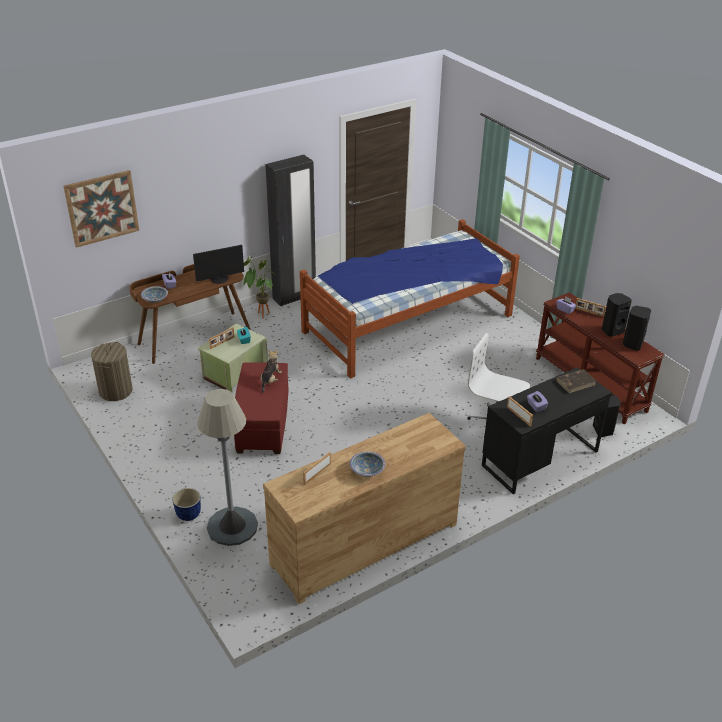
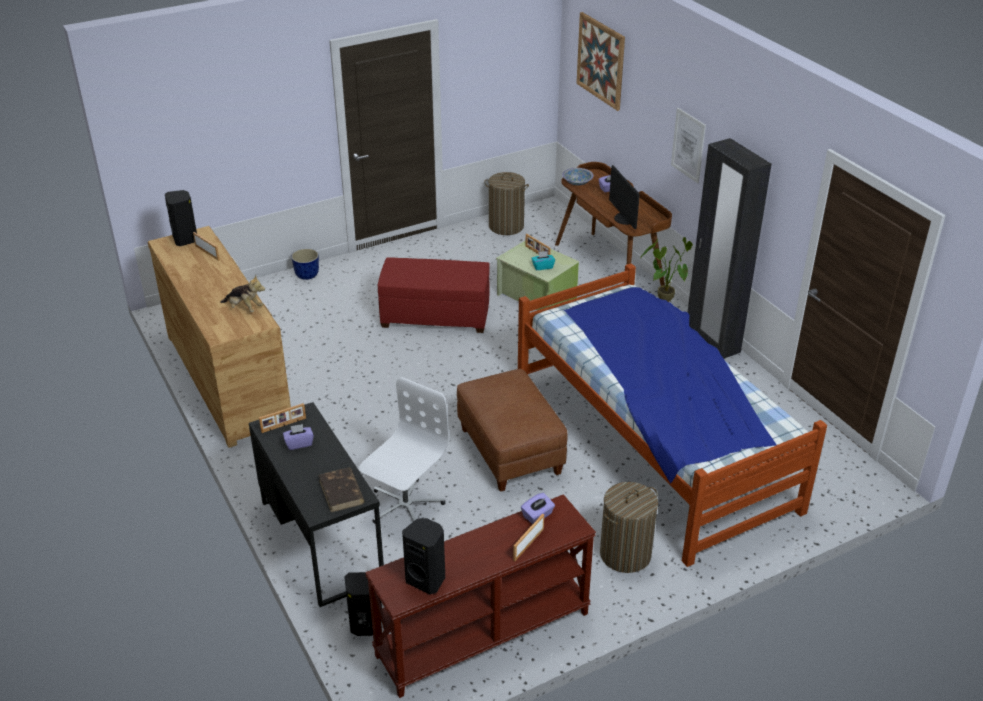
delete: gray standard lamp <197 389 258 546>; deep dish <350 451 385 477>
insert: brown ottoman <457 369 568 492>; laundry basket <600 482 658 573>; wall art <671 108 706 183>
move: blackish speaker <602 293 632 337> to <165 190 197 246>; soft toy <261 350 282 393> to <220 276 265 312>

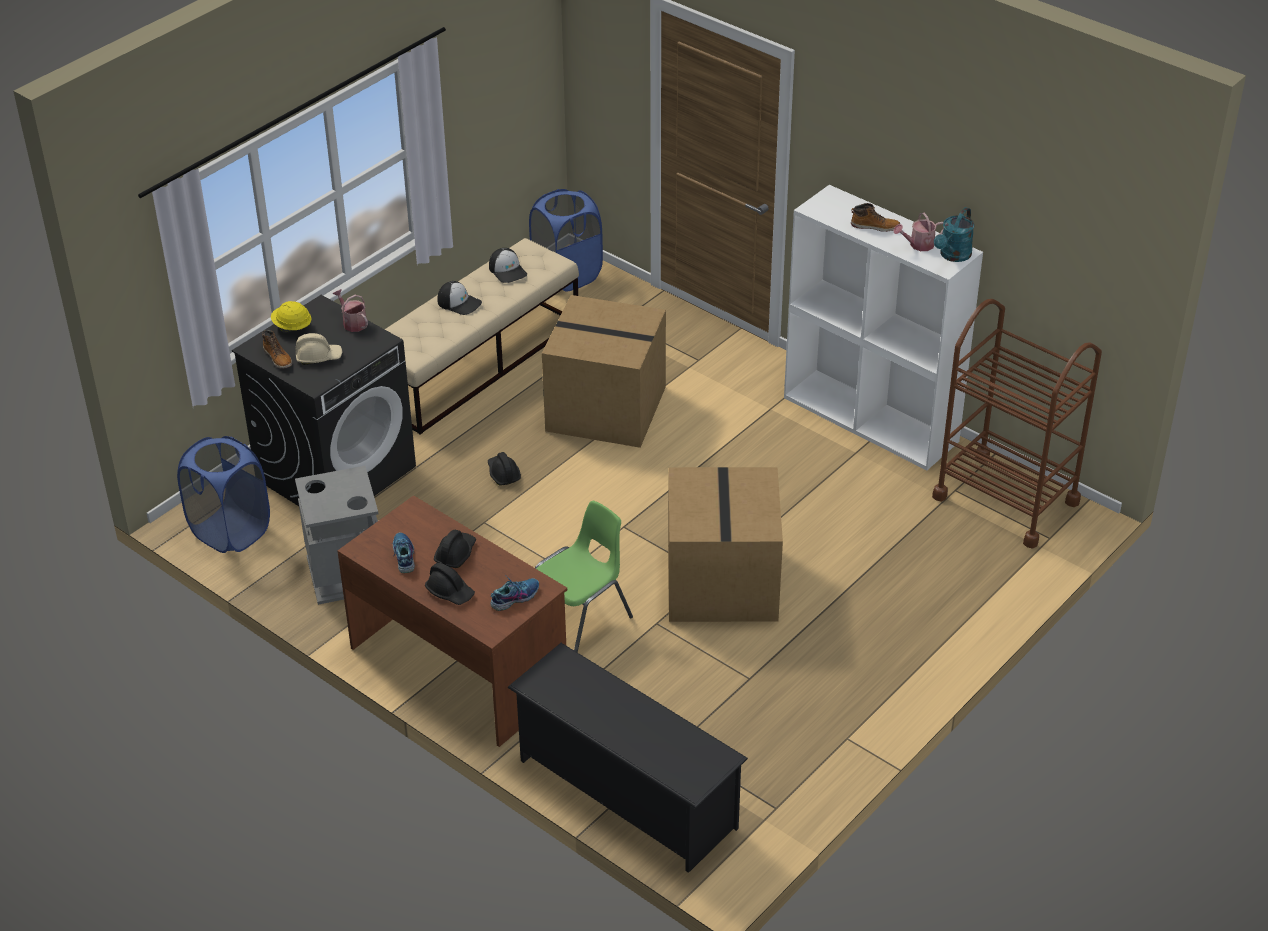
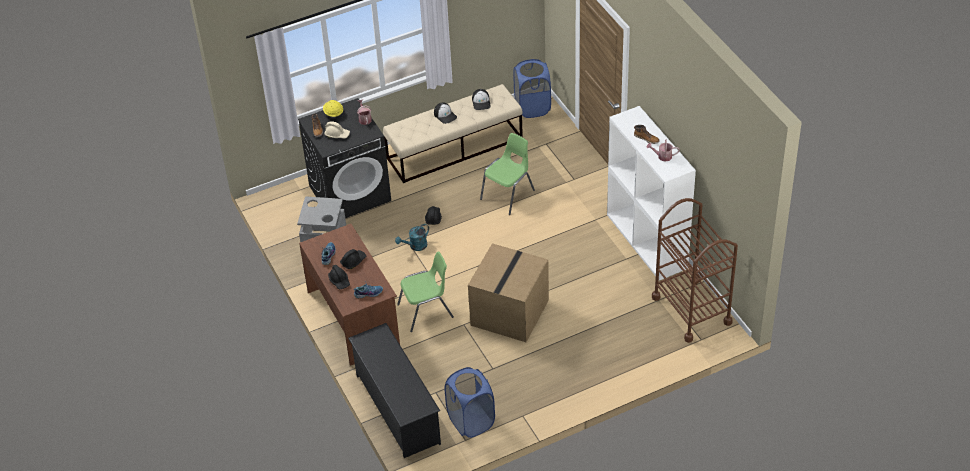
move: turquoise sprinkling can <934 207 974 262> to <395 224 429 251>; blue laundry basket <177 436 270 553> to <445 367 495 438>
replace: cardboard box <542 295 666 448> to green-coloured chair <480 133 535 215>

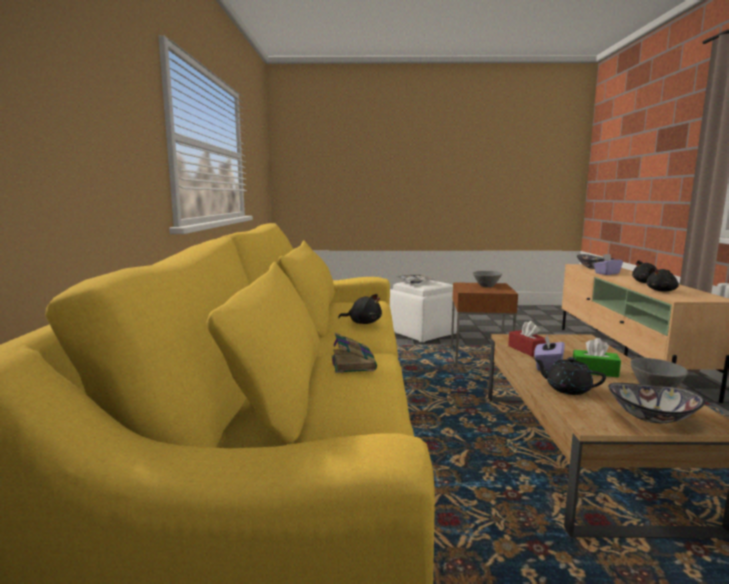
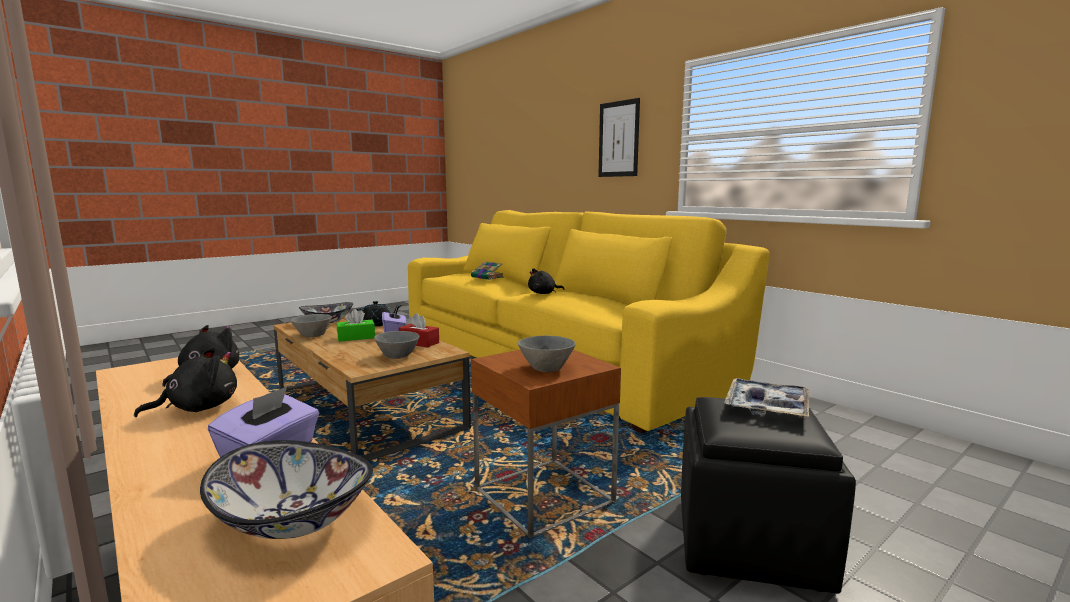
insert: gray deep dish <374 331 419 359>; wall art <598 98 640 177>
recolor: white ottoman <390 280 457 343> to blackish ottoman <681 397 856 593>

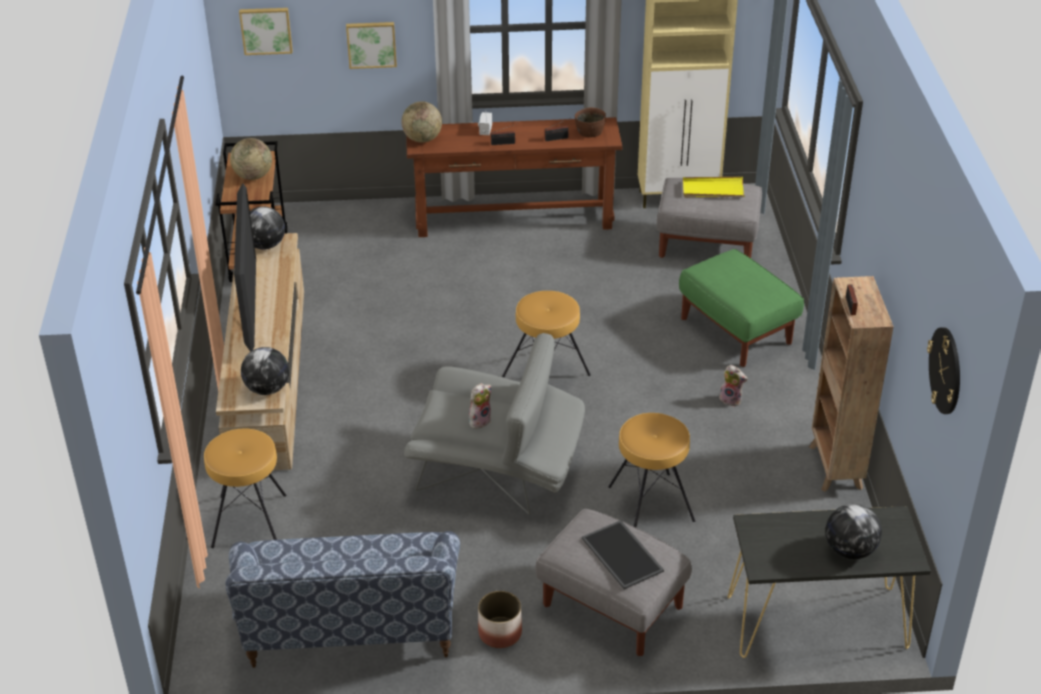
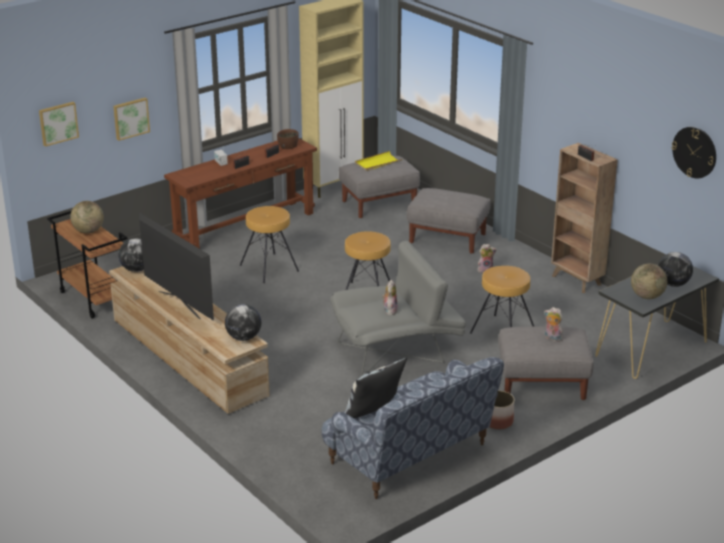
insert: pillow <345 358 407 418>
move: brown stool seat <204 428 287 548> to <240 206 299 283>; desk globe <401 101 442 143> to <631 264 667 299>
replace: serving tray <582 520 664 589> to soft toy <544 307 563 342>
recolor: green-coloured ottoman <679 249 804 367> to gray ottoman <407 188 491 254>

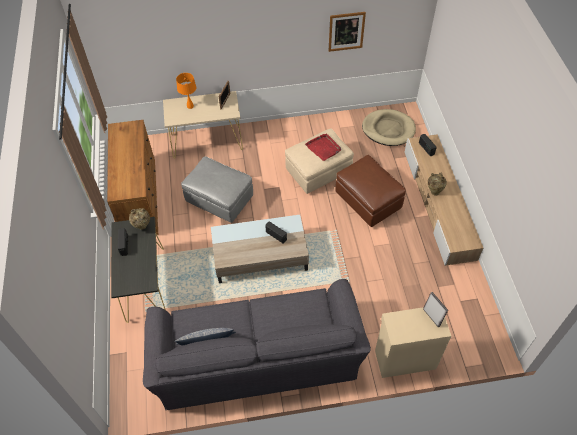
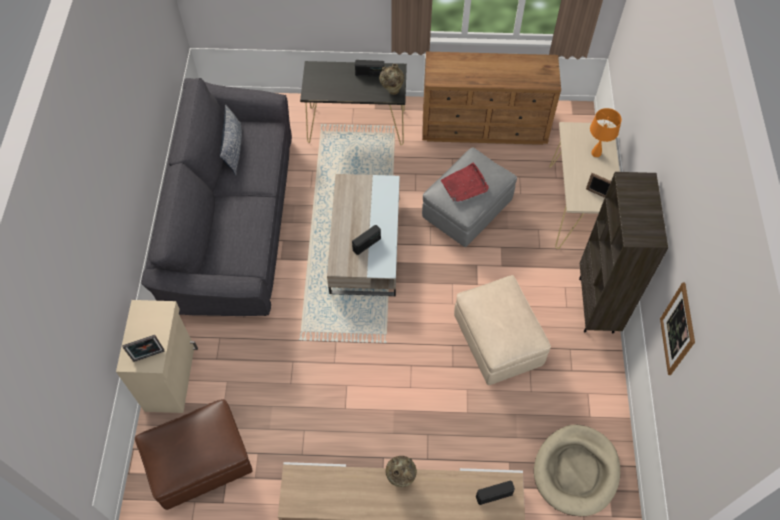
insert: brown bookcase <579 172 668 333>
move: brown ottoman <335 155 406 227> to <135 399 253 510>; reddish serving tray <305 134 341 161> to <441 163 489 202>

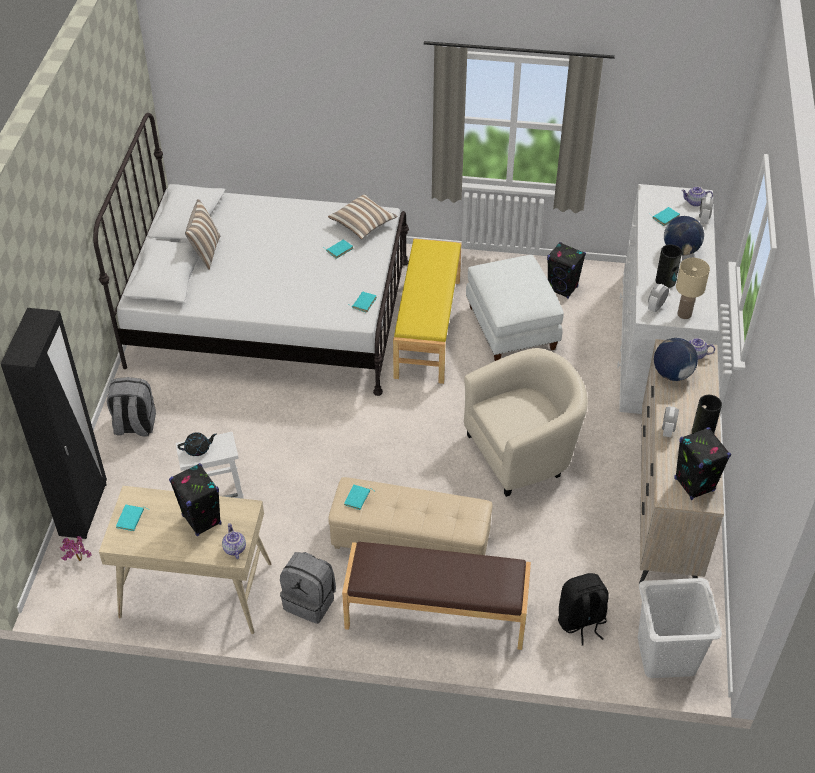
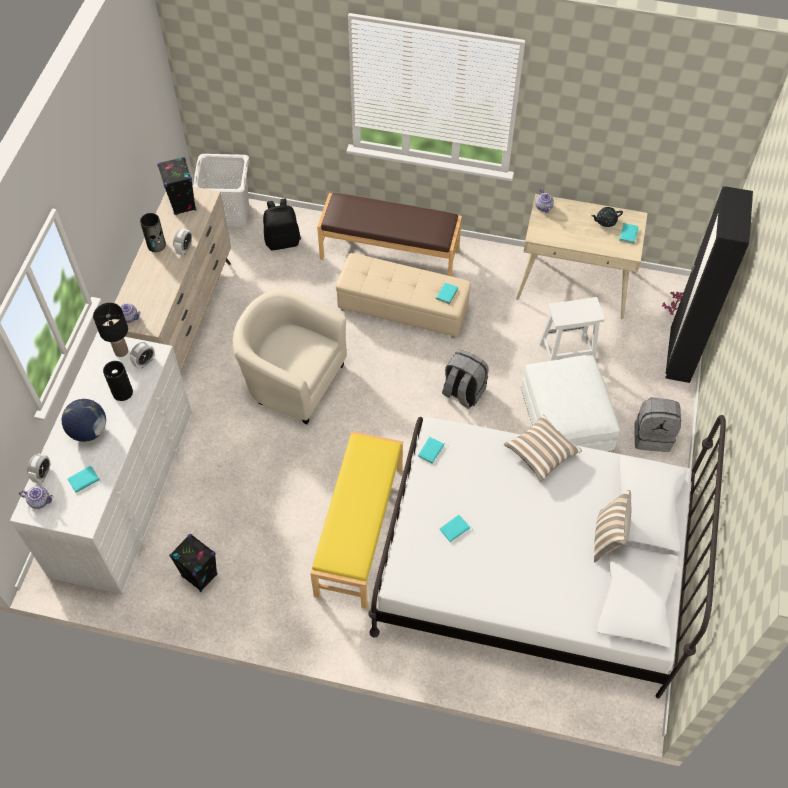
delete: blackish speaker <169 463 222 536>; desk globe <654 338 698 381>
move: gray backpack <280 552 336 624> to <442 350 489 409>; pillow <328 194 398 239> to <504 415 582 482>; white ottoman <466 255 564 361> to <520 354 620 452>; blackish pot for tea <178 432 217 456> to <592 207 623 227>
recolor: beige tabletop lamp <676 258 710 319> to blackish tabletop lamp <93 303 128 357>
rotate: beige easy chair <464 348 588 497> = <233 289 347 424> 45 degrees clockwise

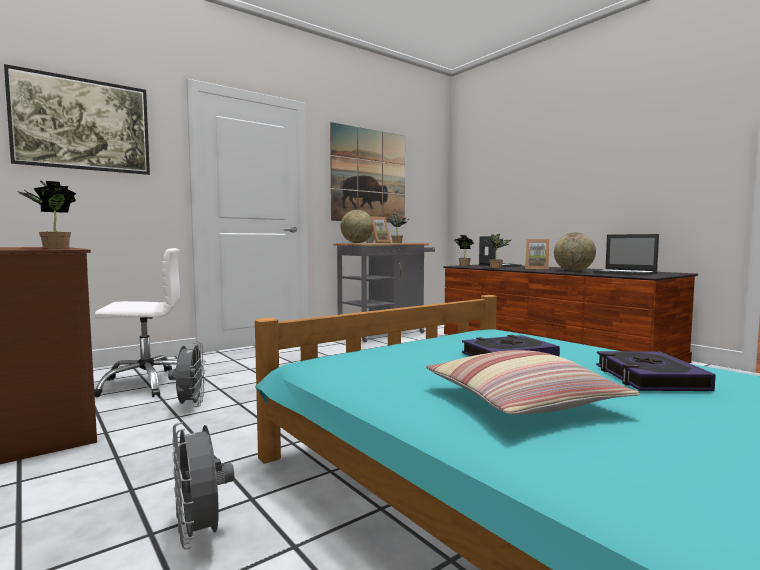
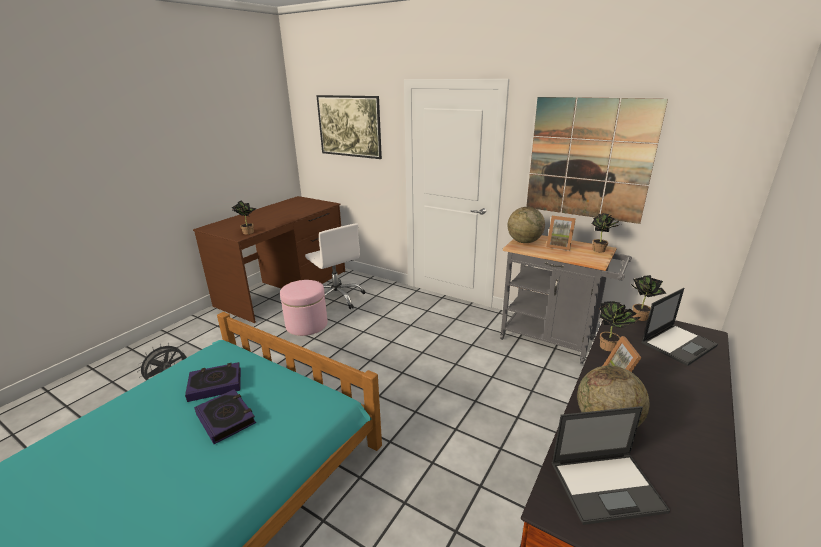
delete: pillow <426 350 640 415>
move: volume <596 351 716 391> to <185 362 241 402>
replace: gray electric fan <168 341 206 407> to pink-coloured ottoman <280 280 328 336>
rotate: laptop <593 234 659 276> = <552 406 671 525> 120 degrees counterclockwise

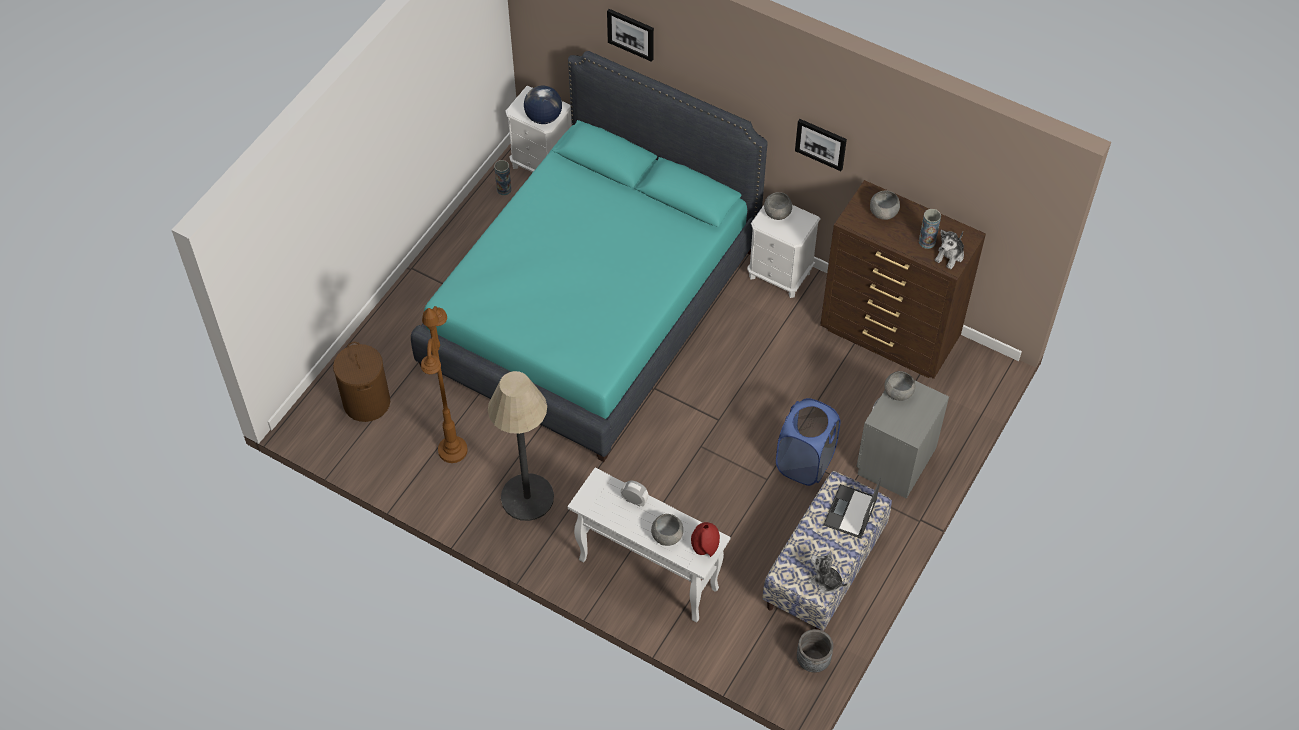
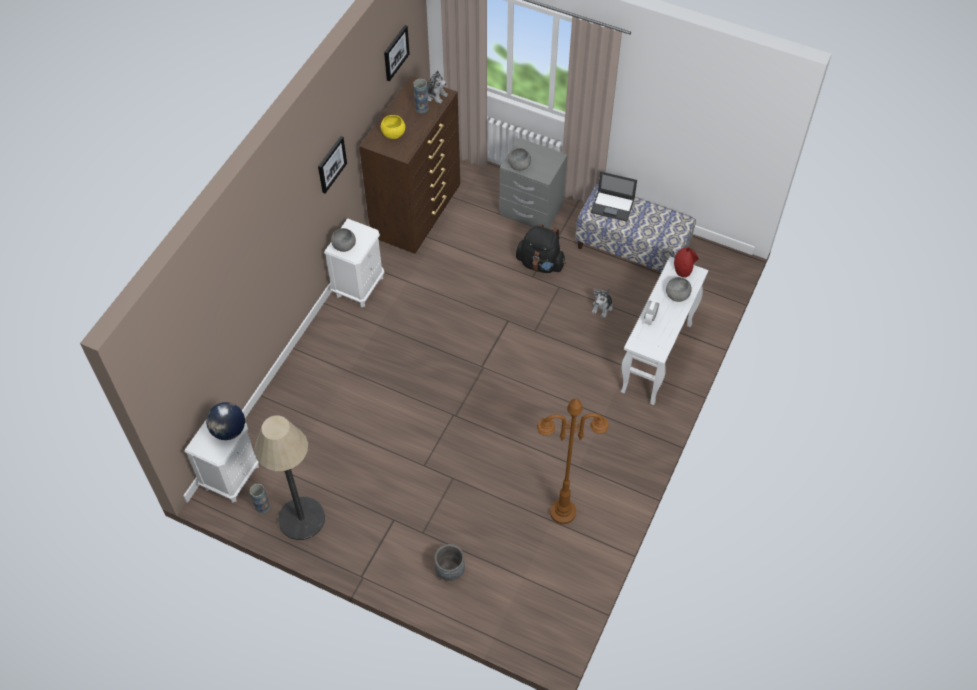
delete: brown laundry basket <333 342 390 422>; turquoise sleeping bed <411 51 768 462>
move: standard lamp <488 371 554 521> to <254 416 325 540>; wall art <607 9 654 62> to <384 25 410 81>; gray planter <797 629 833 673> to <434 544 465 581>; soft toy <808 551 848 594> to <592 287 613 318>
replace: blue laundry basket <776 398 841 486> to blackish backpack <516 224 566 273>
recolor: gray deep dish <870 190 900 220> to yellow-coloured deep dish <381 115 405 139>

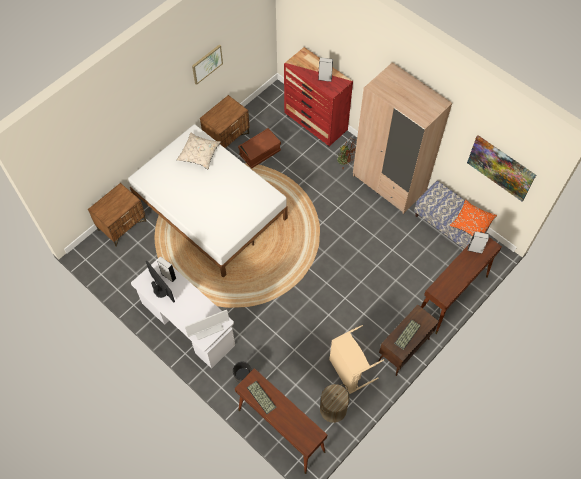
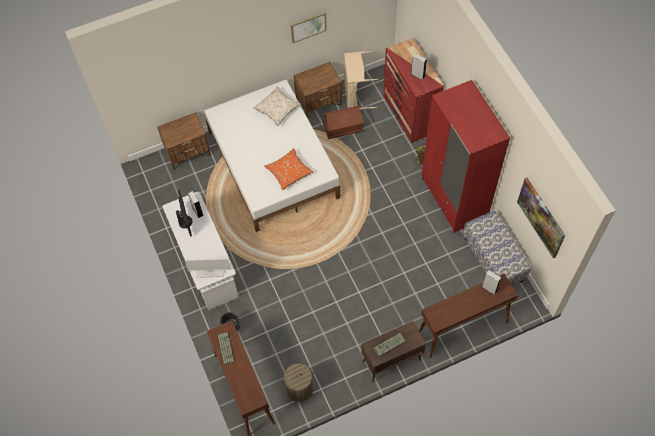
move: orange pillow <449 199 497 236> to <264 148 313 190>; beige laundry basket <329 325 384 394> to <344 51 378 110>
recolor: beige wardrobe <353 62 452 214> to reddish wardrobe <422 80 510 233>

